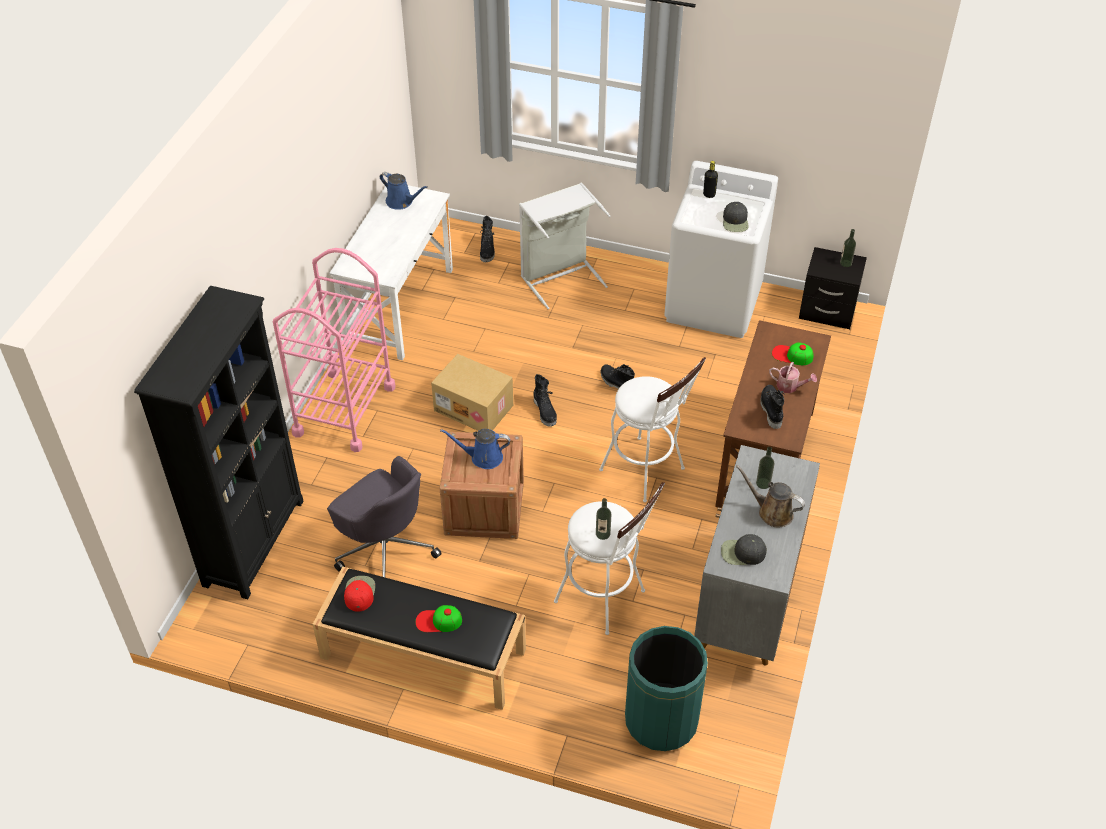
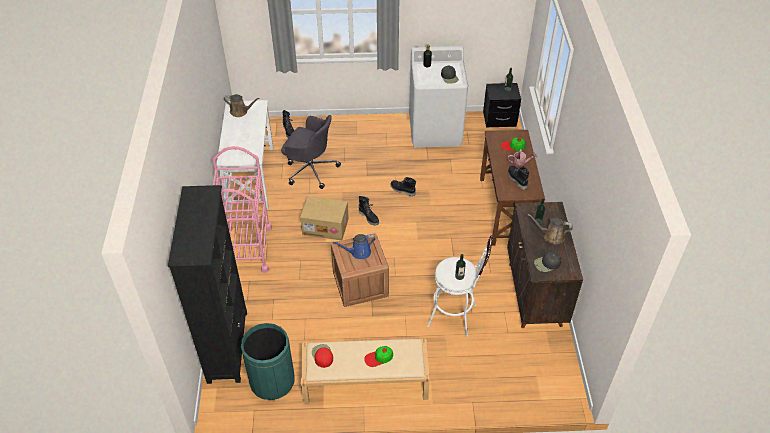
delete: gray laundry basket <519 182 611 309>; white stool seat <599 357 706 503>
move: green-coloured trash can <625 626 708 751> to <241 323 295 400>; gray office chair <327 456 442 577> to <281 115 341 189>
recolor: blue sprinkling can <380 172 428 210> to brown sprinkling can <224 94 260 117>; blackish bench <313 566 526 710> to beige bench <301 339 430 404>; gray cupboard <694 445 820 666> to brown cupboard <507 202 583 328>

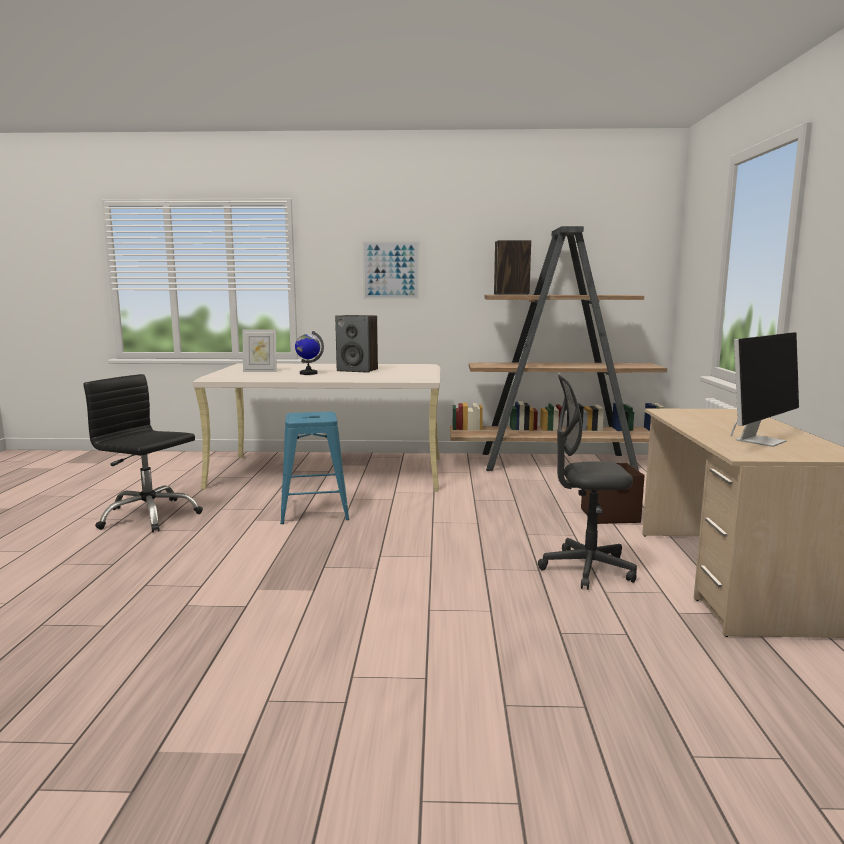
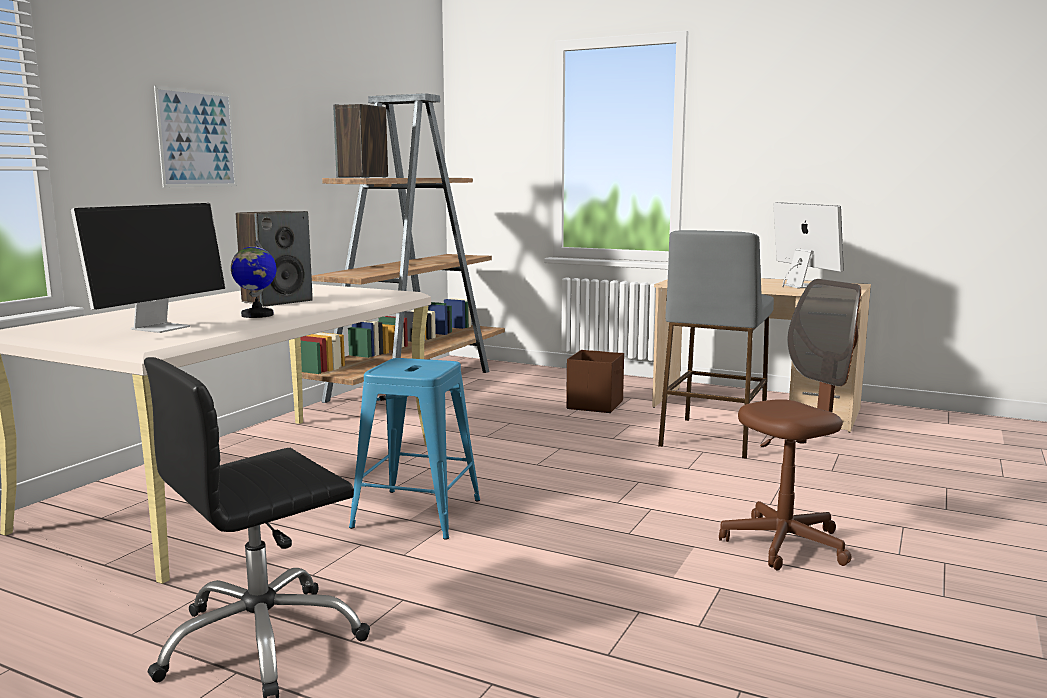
insert: brown office chair <719 279 861 570>
replace: picture frame <243 329 276 372> to monitor <71 203 225 333>; gray office chair <538 374 637 590> to gray stool seat <658 230 774 459>

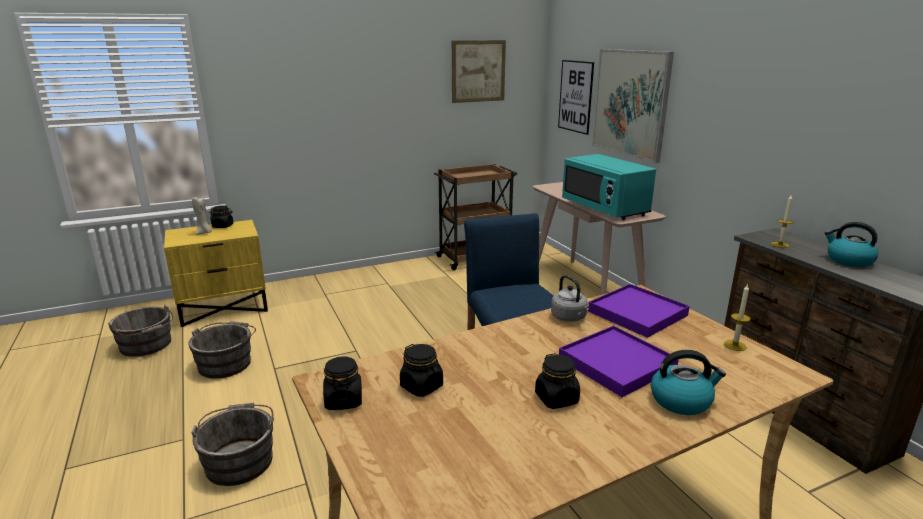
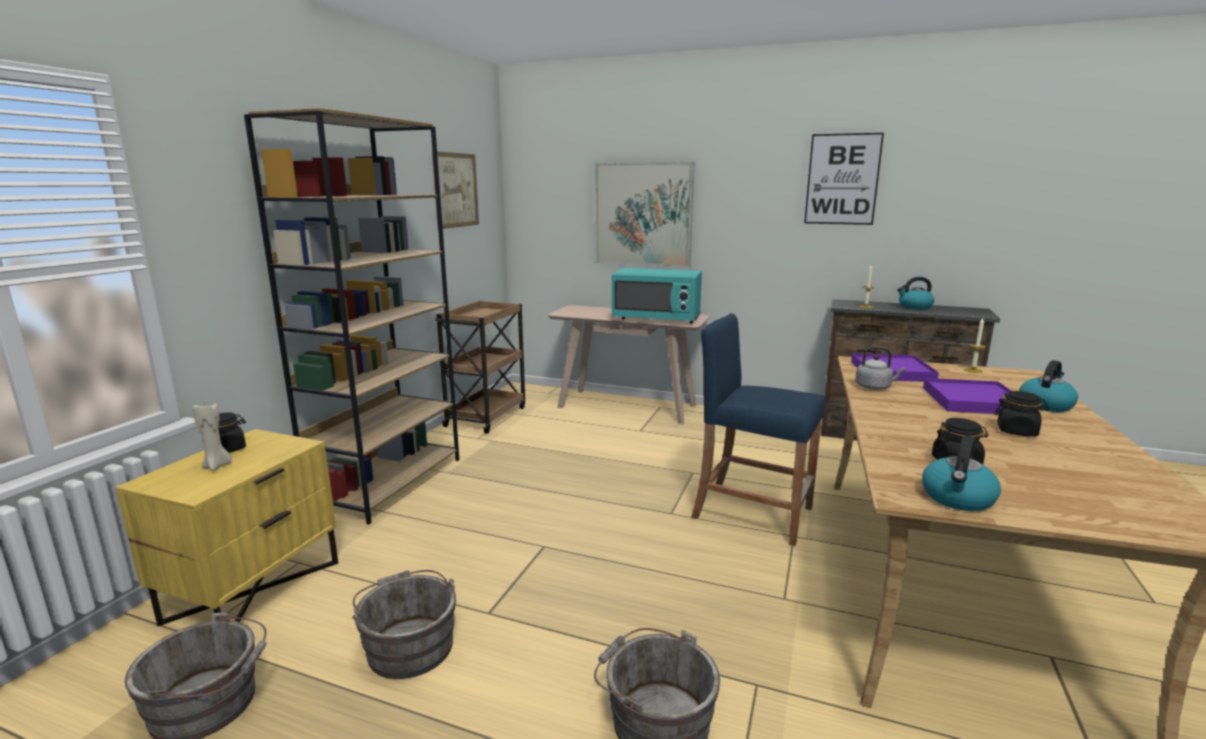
insert: brown bookcase <244 108 459 525>
move: wall art <558 60 594 135> to <804 133 884 225>
replace: blackish preserve jar <323 356 362 410> to kettle <922 435 1001 511>

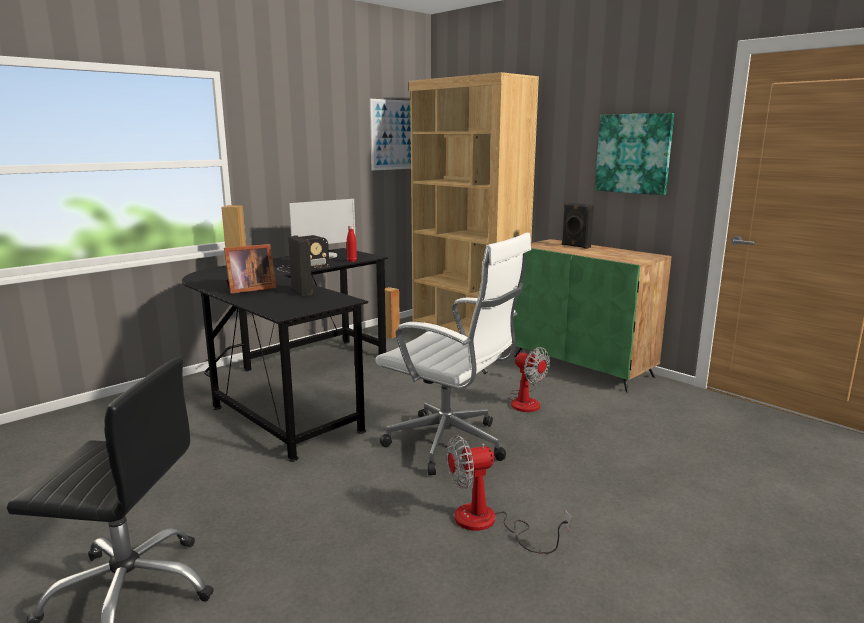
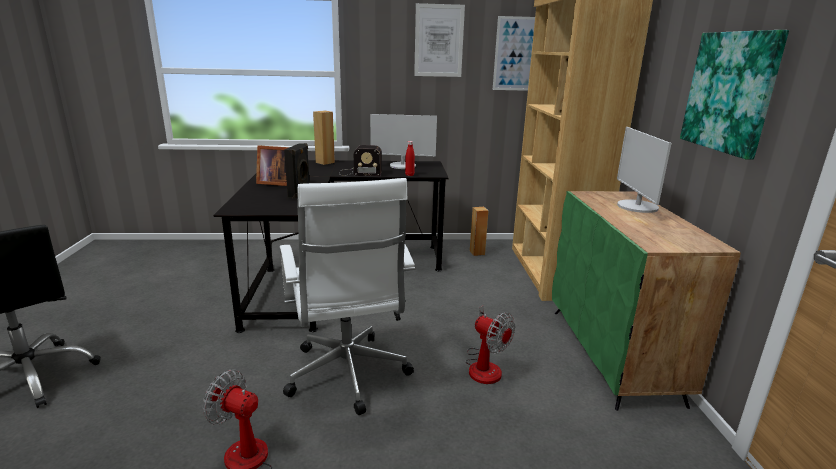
insert: wall art <414 3 465 77>
replace: blackish speaker <562 203 594 249> to monitor <617 127 672 213>
rotate: electric fan <509 347 550 412> = <465 305 515 384> 45 degrees counterclockwise

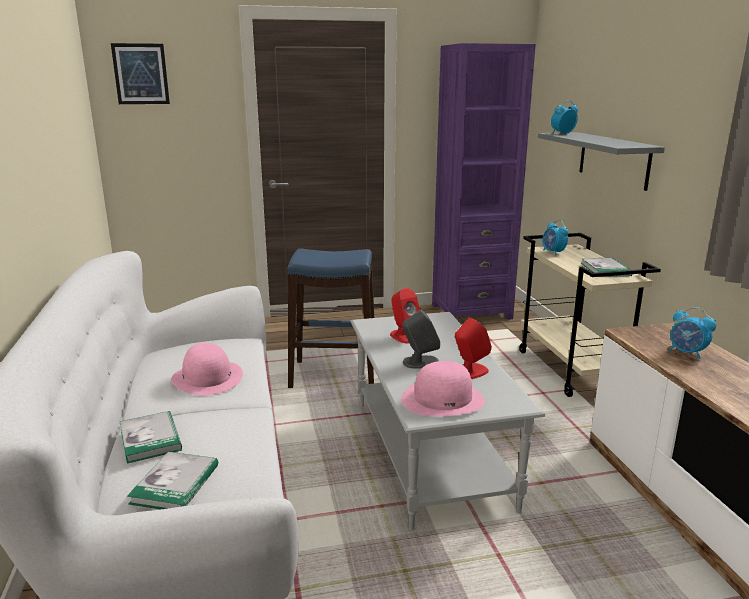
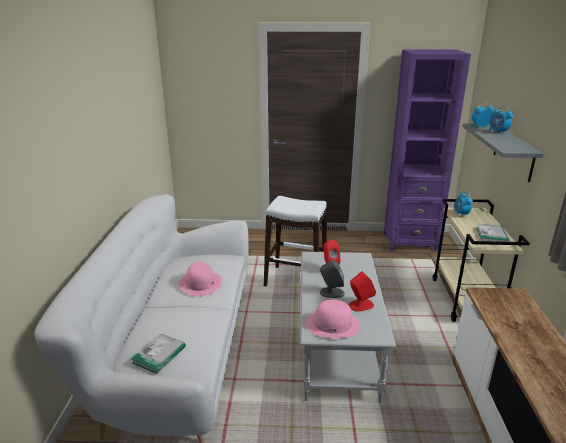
delete: wall art <111 43 170 104>; volume <120 411 182 464>
move: alarm clock <669 307 716 359> to <489 106 513 134>
recolor: blue stool seat <288 248 374 388> to white stool seat <264 196 327 287>

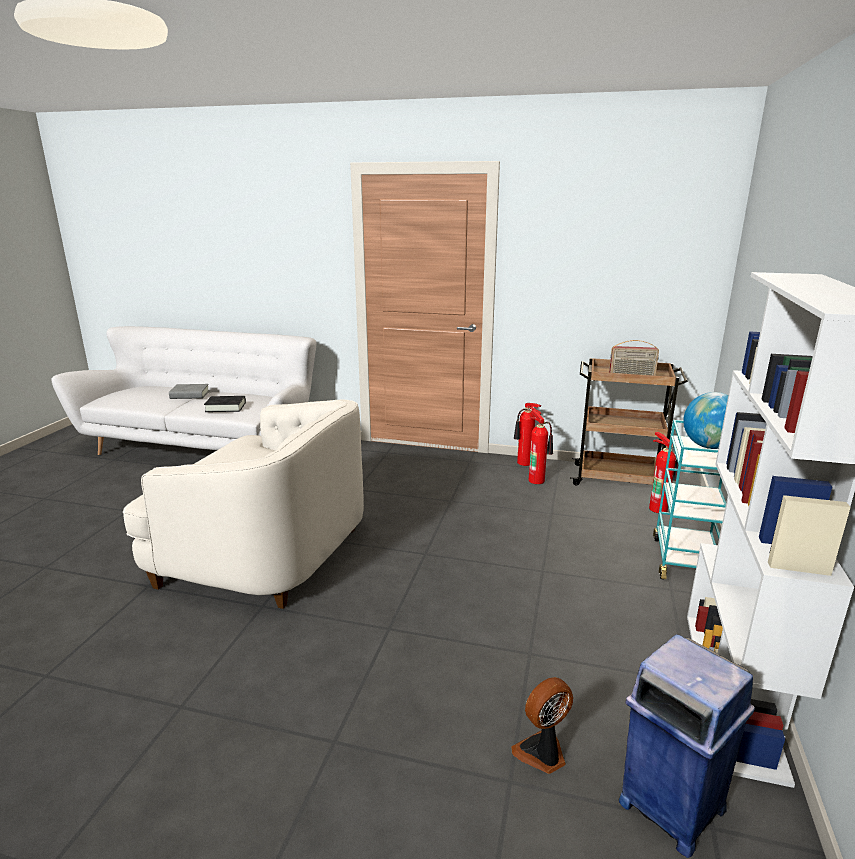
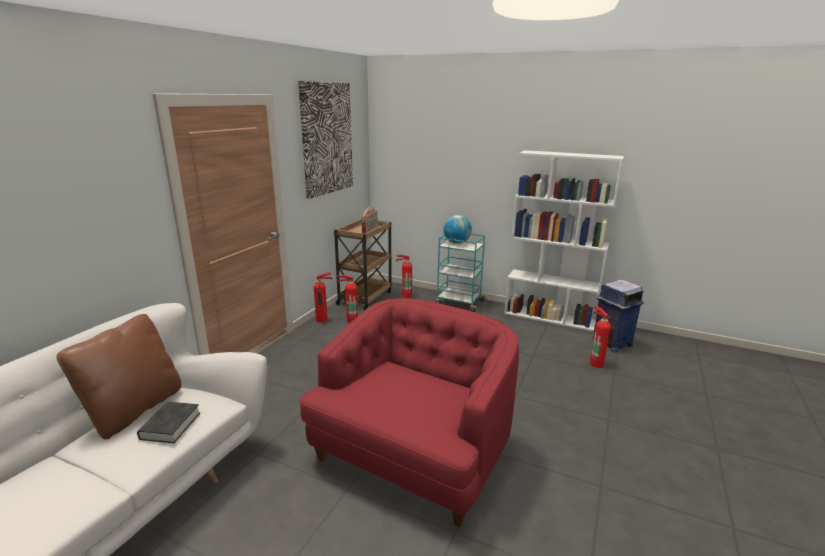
delete: gray volume <169 384 210 399>
insert: brown pillow <57 314 182 440>; wall art <298 81 353 199>
replace: electric fan <511 677 573 774> to extinguisher <590 306 614 368>
recolor: white easy chair <123 400 364 609> to reddish easy chair <300 298 519 527>

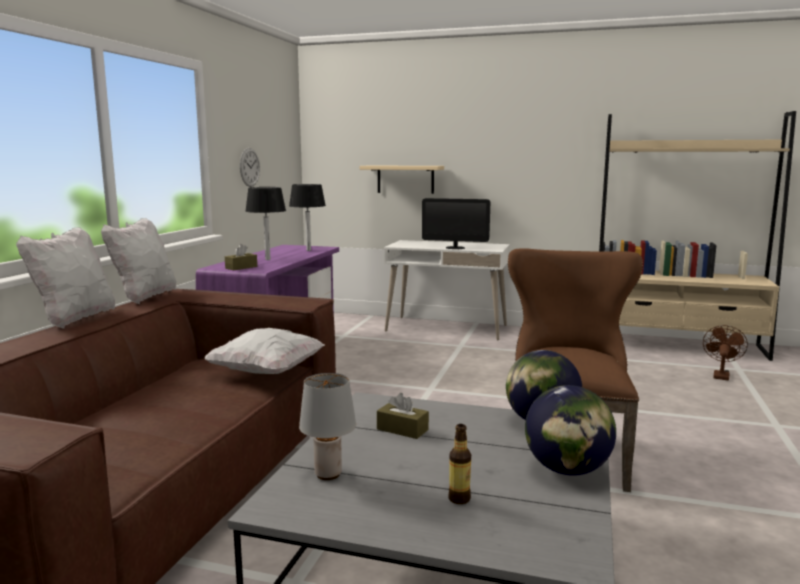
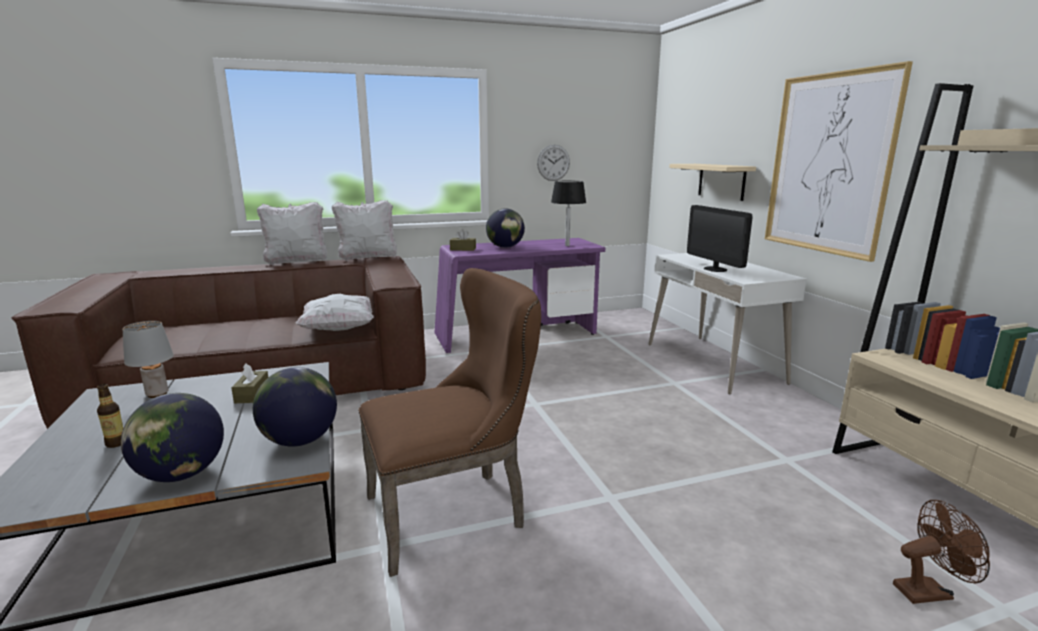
insert: wall art <765 61 913 262>
replace: blackish tabletop lamp <245 187 286 260> to desk globe <486 208 525 248>

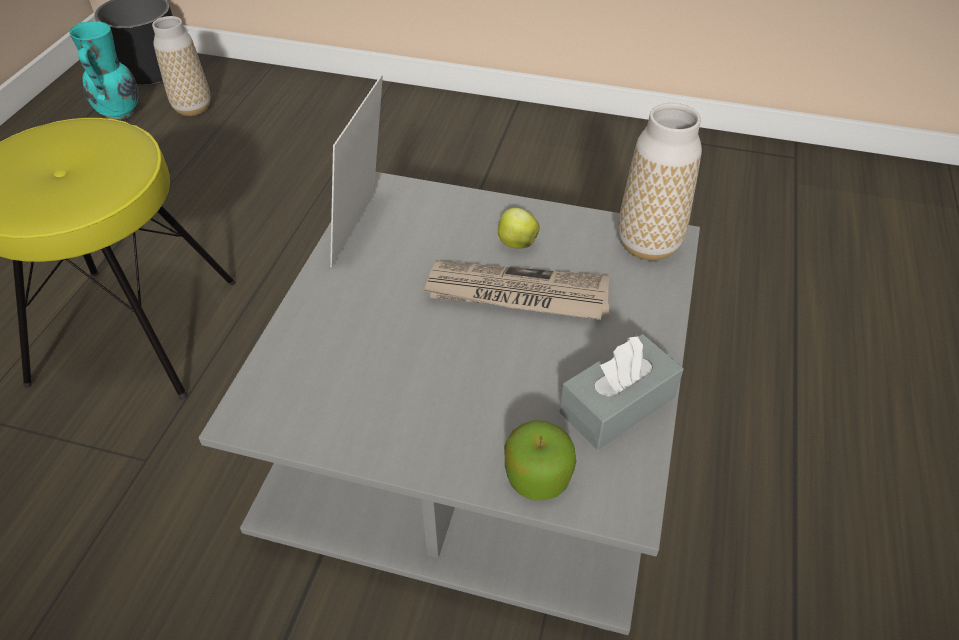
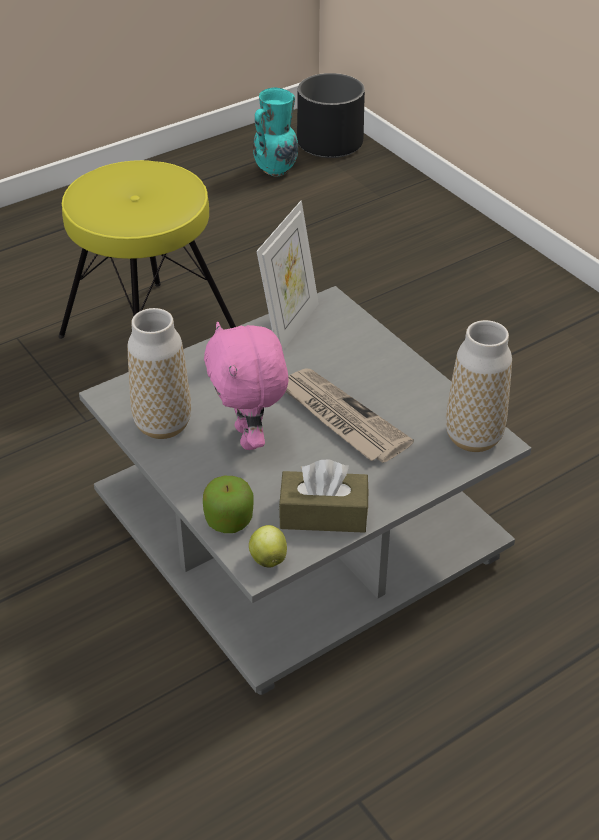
insert: pink-coloured soft toy <204 322 289 450>
move: flower vase <152 16 211 116> to <128 308 191 439>; apple fruit <498 208 540 249> to <249 525 287 568>
recolor: gray tissue box <560 334 684 450> to brown tissue box <279 460 368 533>
rotate: picture frame <330 74 383 267> = <256 201 319 351> 150 degrees clockwise

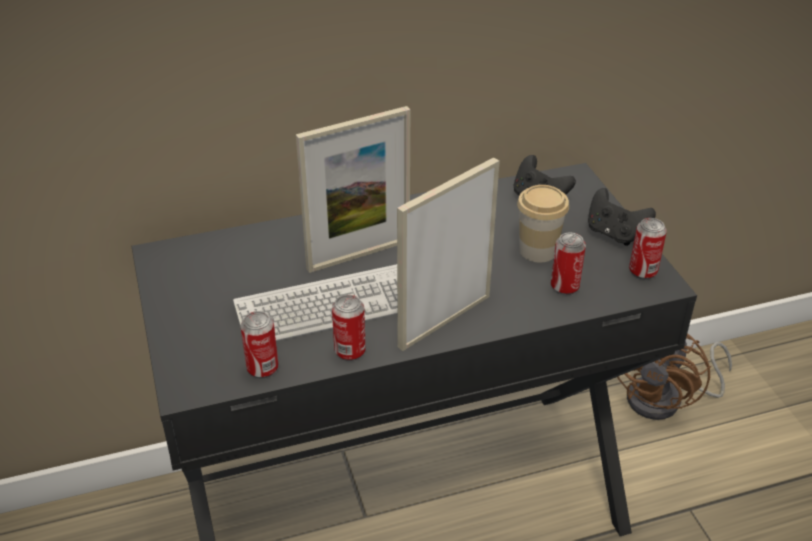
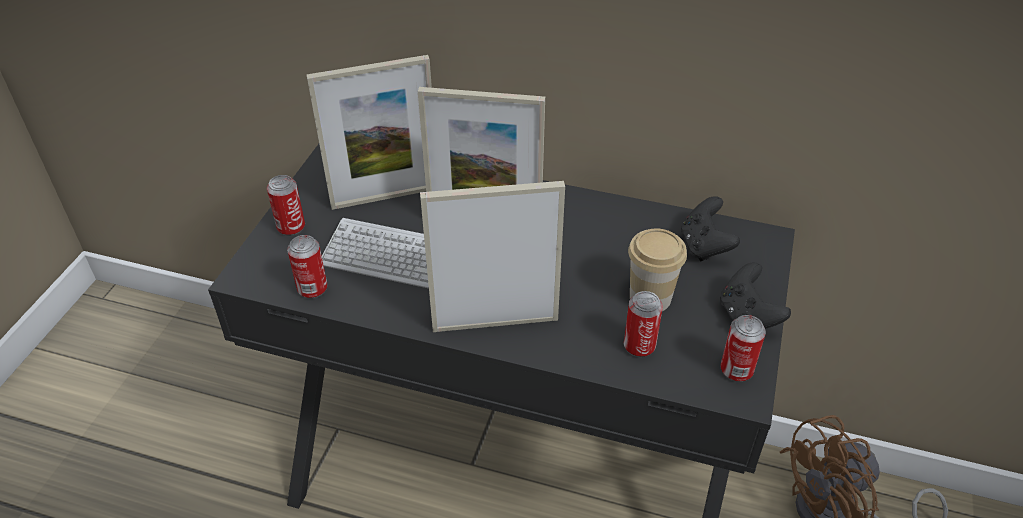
insert: picture frame <306 55 432 210>
move: sealed can <332 295 366 361> to <267 175 305 236>

